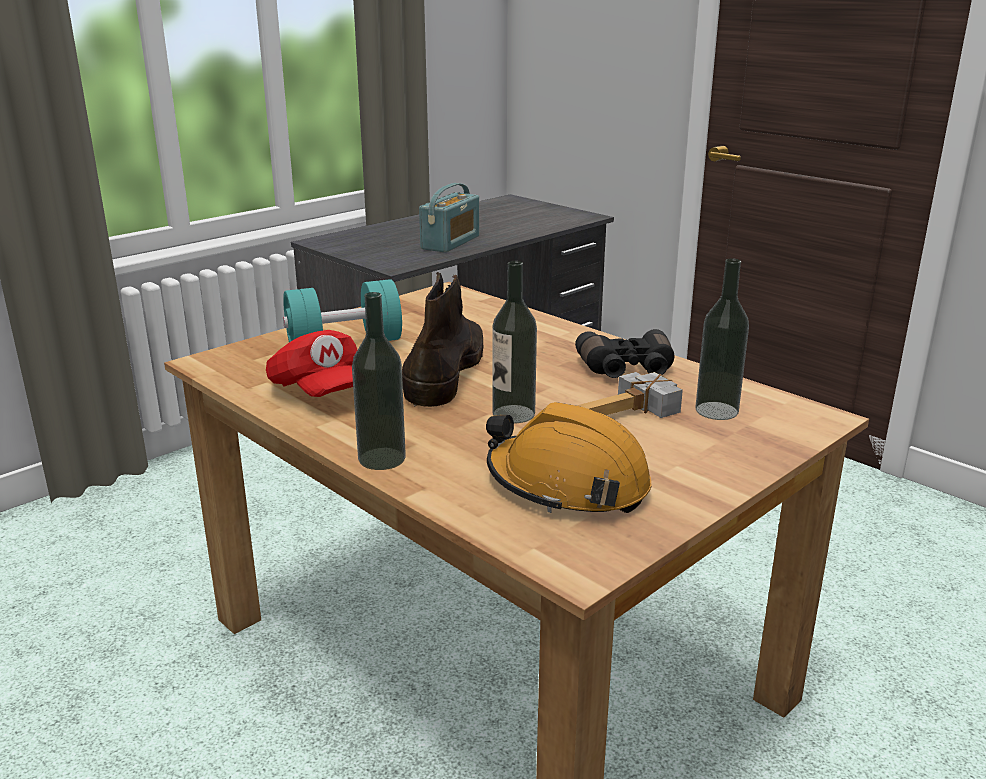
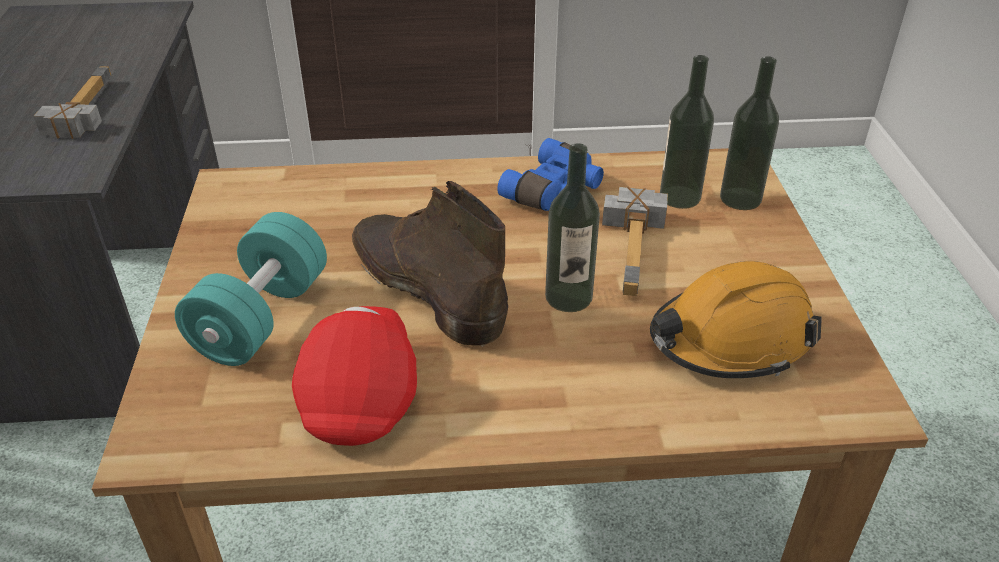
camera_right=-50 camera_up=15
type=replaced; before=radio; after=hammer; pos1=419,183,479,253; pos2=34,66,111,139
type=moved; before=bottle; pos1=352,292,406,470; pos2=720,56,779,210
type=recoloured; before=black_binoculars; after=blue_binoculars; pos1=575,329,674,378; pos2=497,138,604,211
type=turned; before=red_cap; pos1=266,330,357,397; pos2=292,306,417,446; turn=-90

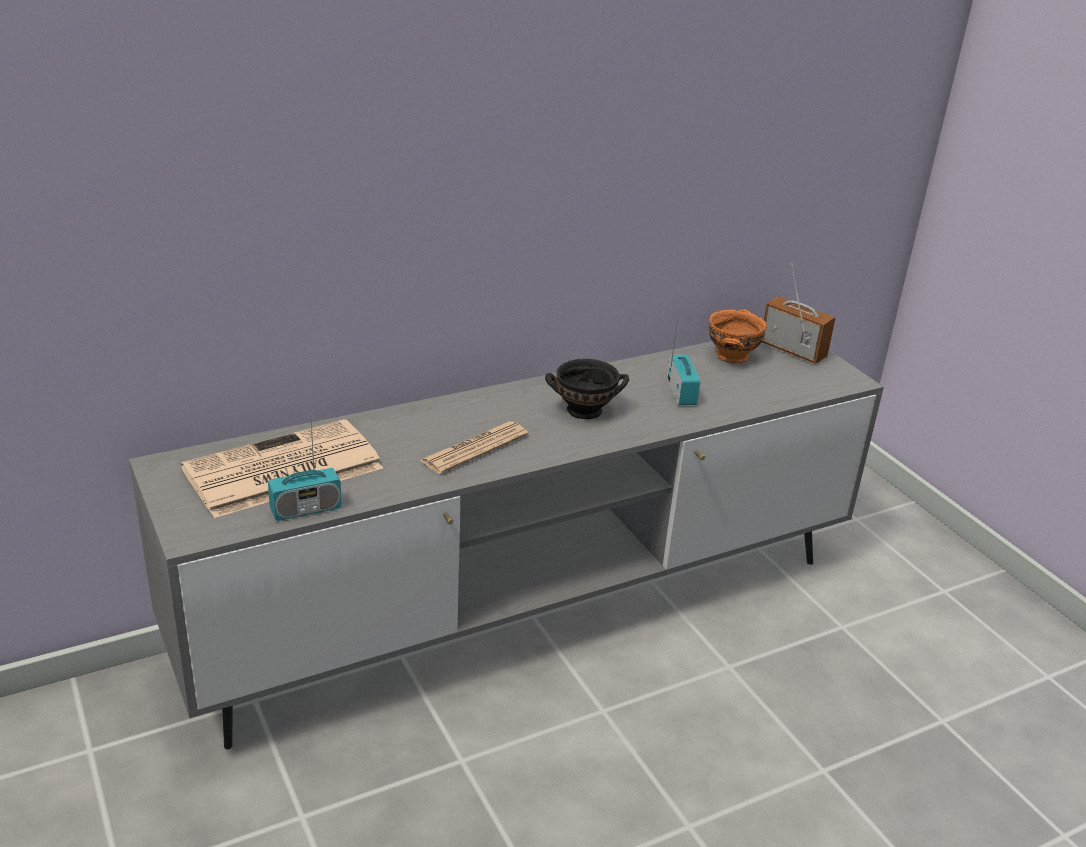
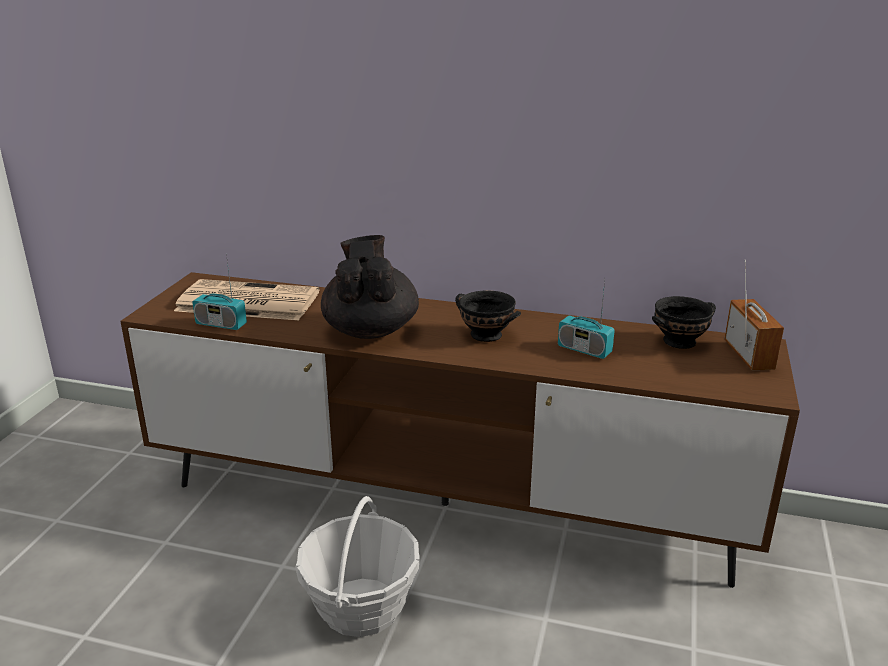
camera_right=45 camera_up=-5
type=recoloured; before=orange_bowl; after=black_bowl; pos1=709,310,767,363; pos2=652,296,716,349
type=turned; before=radio; pos1=666,317,700,405; pos2=558,281,615,359; turn=90
type=recoloured; before=grey_tv_stand; after=brown_tv_stand; pos1=129,341,884,749; pos2=120,272,800,588
type=replaced; before=newspaper; after=black_teapot; pos1=419,421,528,474; pos2=321,235,419,339
type=added; after=basket; pos2=295,496,420,637

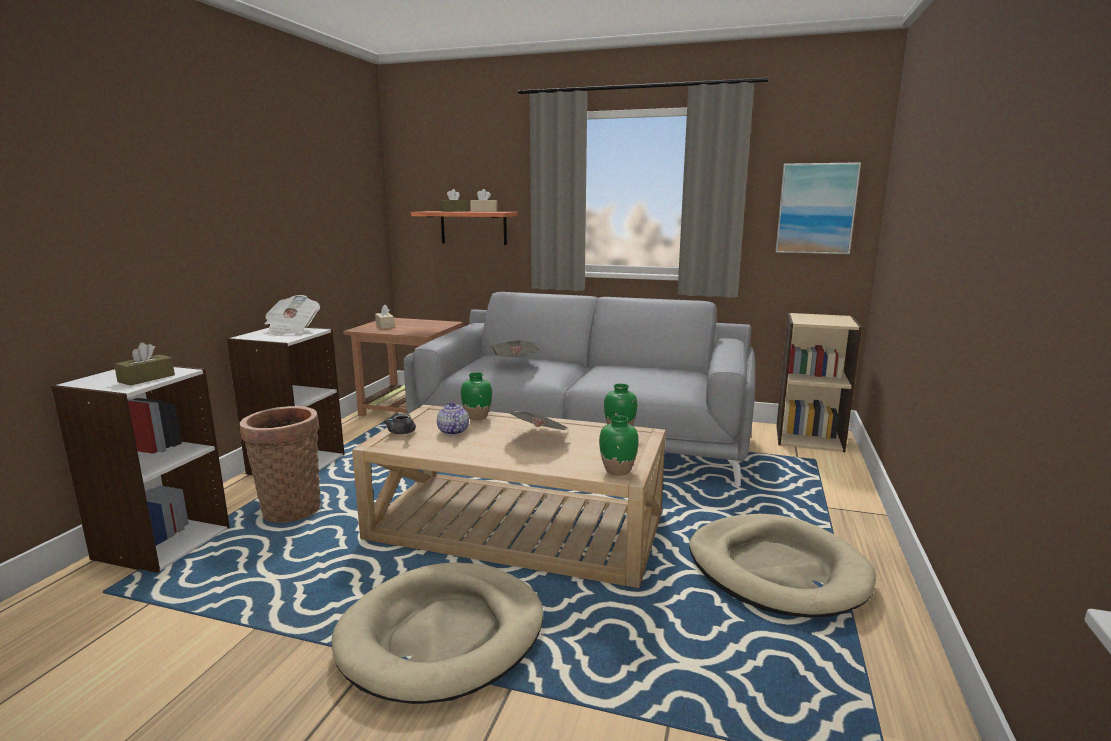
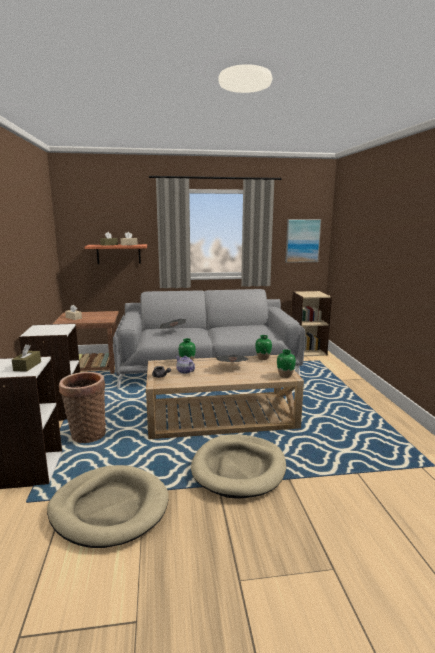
camera_right=-25 camera_up=0
type=removed; before=newspaper; pos1=264,295,320,336
type=moved; before=beige_dog_bed; pos1=689,514,876,618; pos2=47,465,169,548

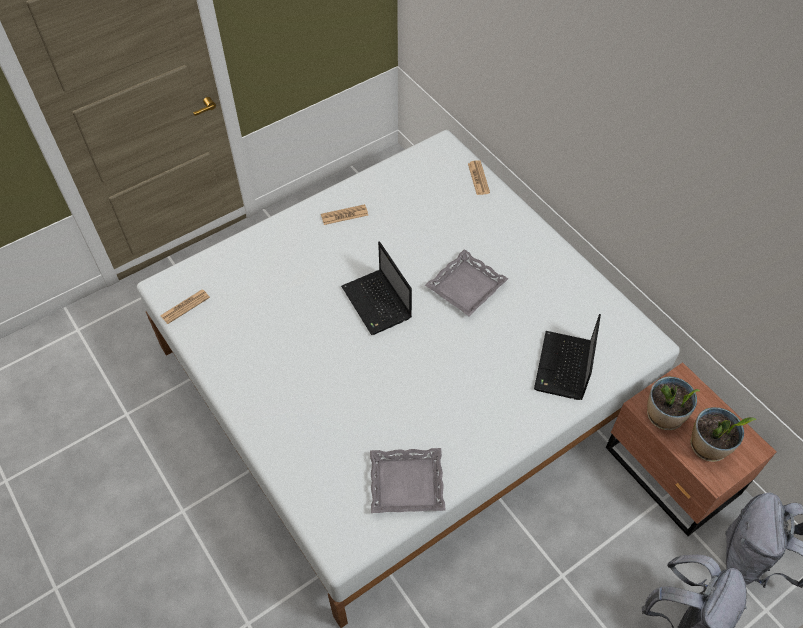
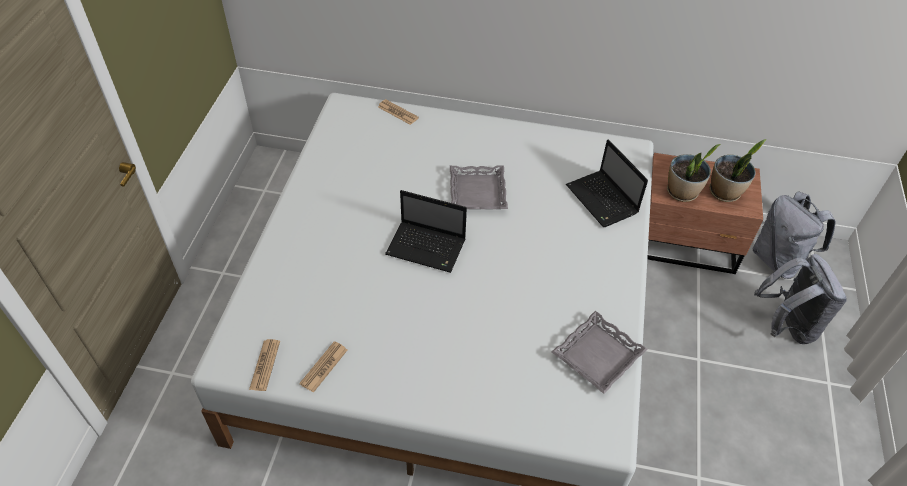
camera_right=-45 camera_up=-5
type=moved; before=newspaper; pos1=321,204,368,225; pos2=299,341,347,393

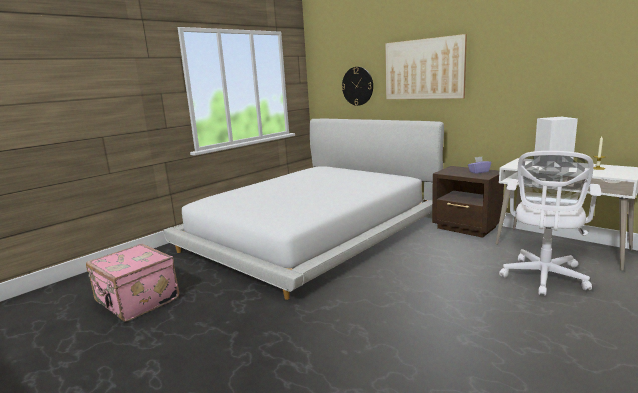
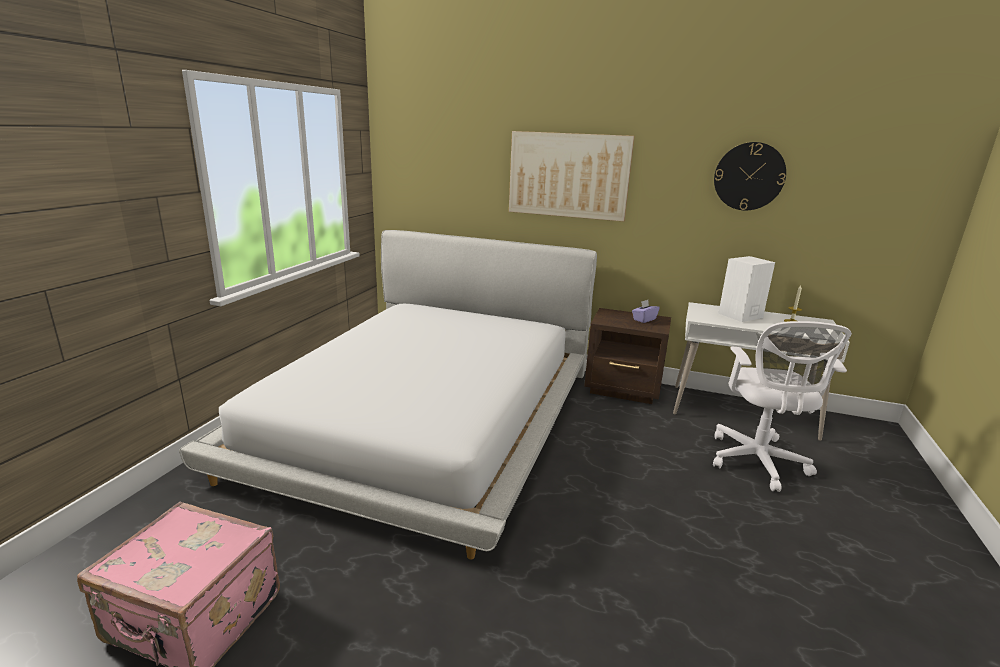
camera_right=-25 camera_up=5
type=moved; before=wall_clock; pos1=341,67,373,106; pos2=714,142,786,210

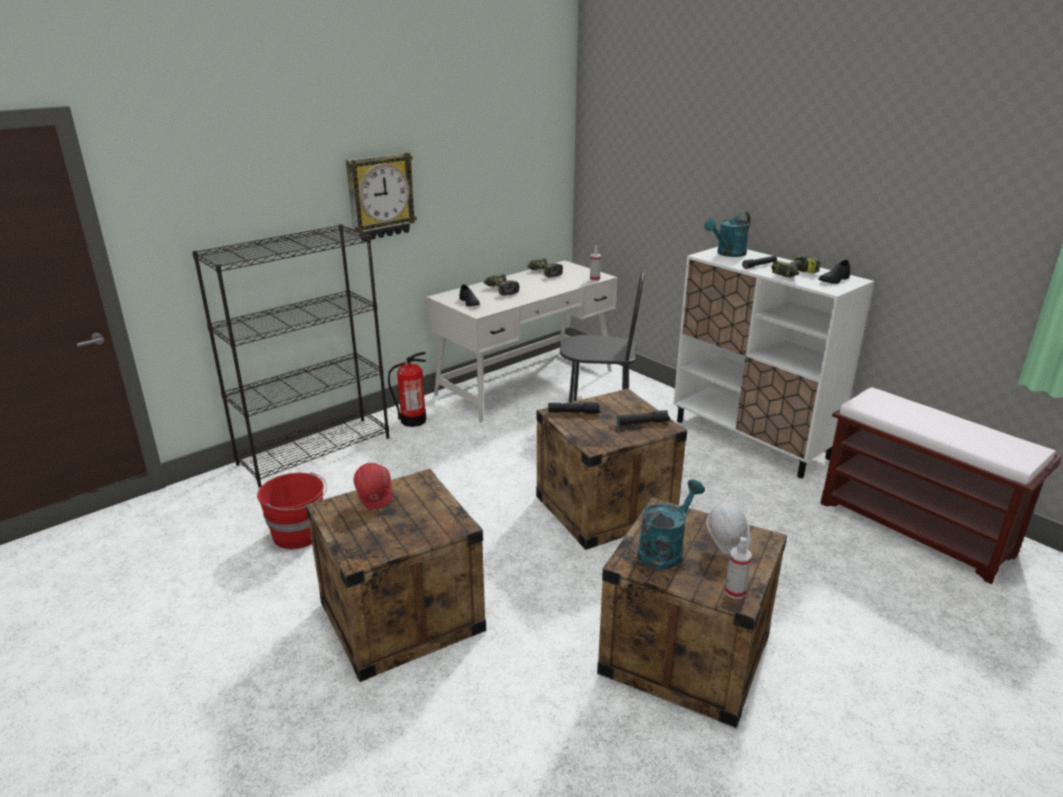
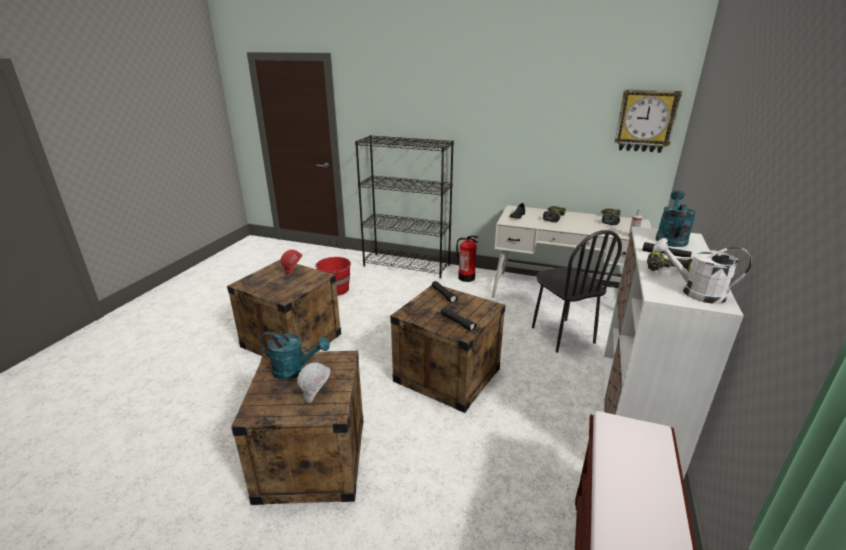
camera_right=60 camera_up=0
type=moved; before=wall_clock; pos1=346,152,417,241; pos2=615,89,682,153
type=turned; before=turquoise_watering_can; pos1=704,212,750,257; pos2=656,190,697,247; turn=90
type=replaced; before=black_shoe; after=white_watering_can; pos1=818,260,851,284; pos2=653,238,752,304
type=removed; before=spray_bottle; pos1=725,537,752,599

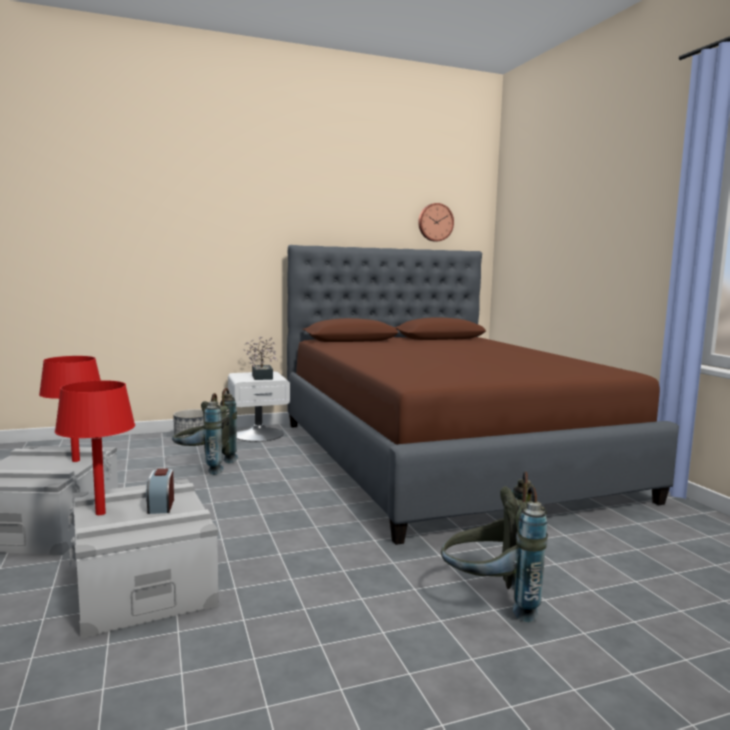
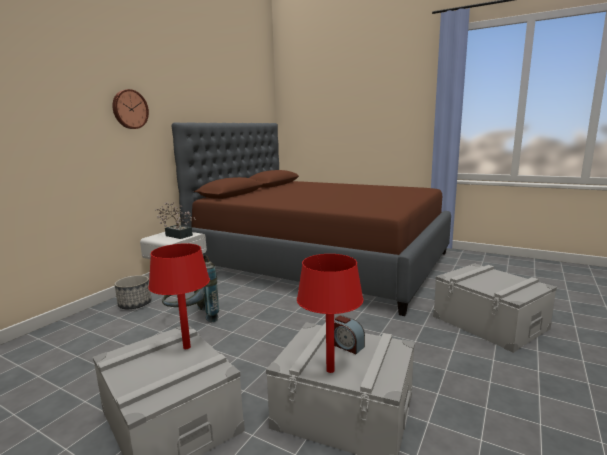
camera_right=-40 camera_up=5
type=moved; before=wall_clock; pos1=418,203,454,242; pos2=112,89,149,129
type=replaced; before=grey_backpack; after=grey_storage_box; pos1=441,471,548,622; pos2=433,263,557,353

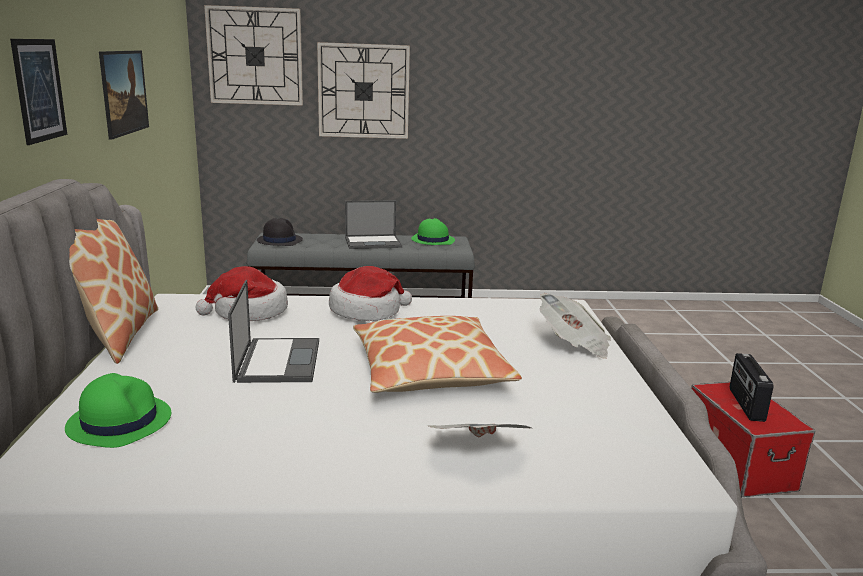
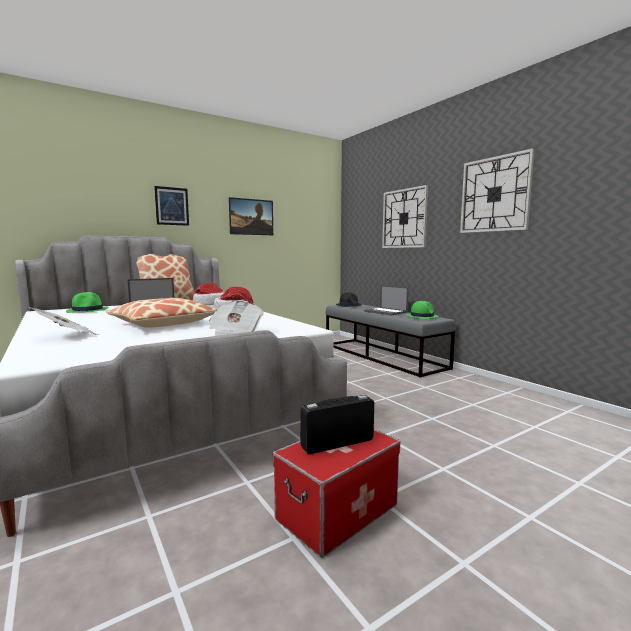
camera_right=60 camera_up=-10
type=moved; before=wall_clock; pos1=204,5,303,106; pos2=460,148,535,233

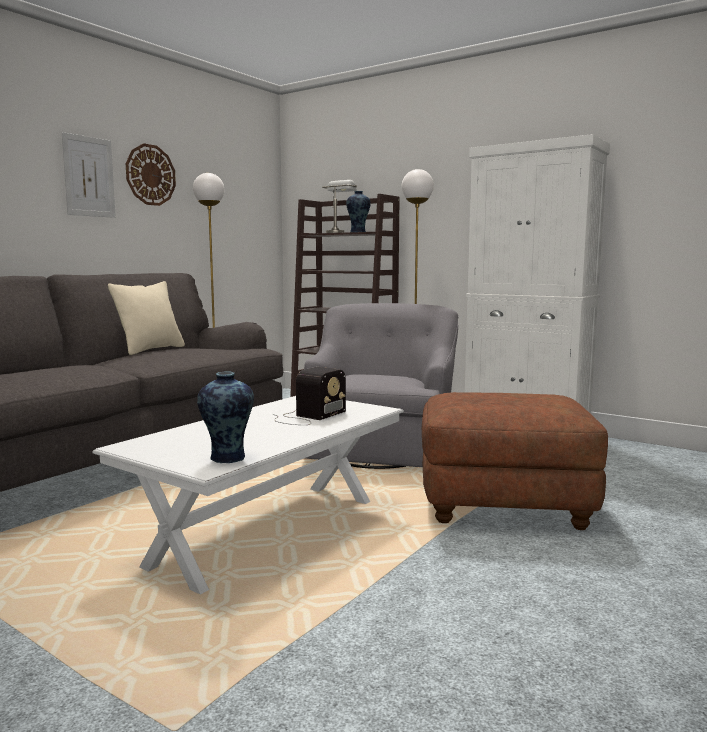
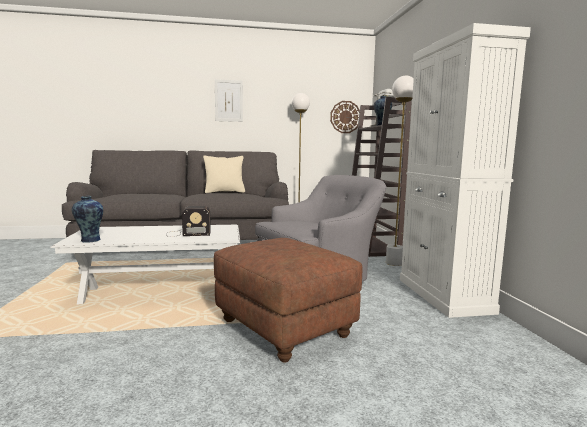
camera_right=45 camera_up=0
type=moved; before=wall_clock; pos1=126,143,176,206; pos2=330,101,360,133

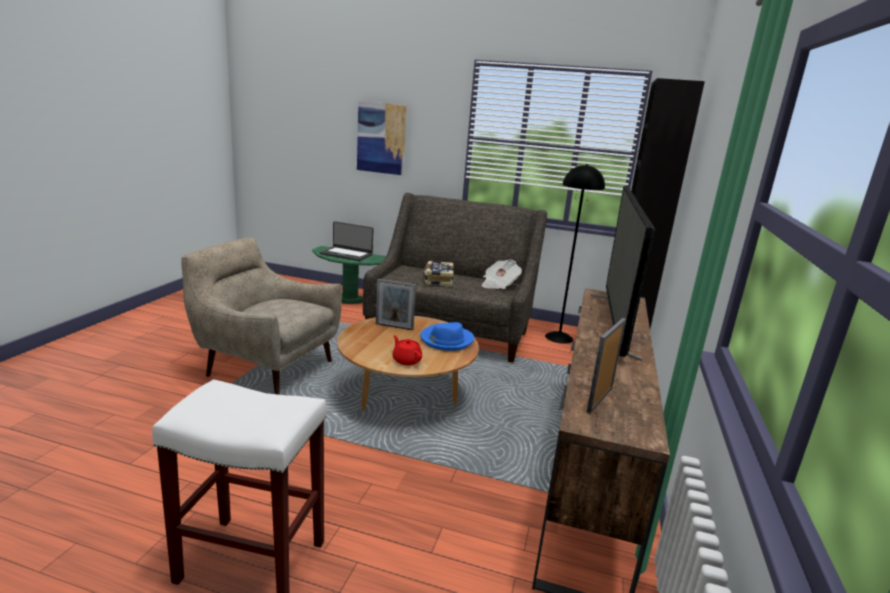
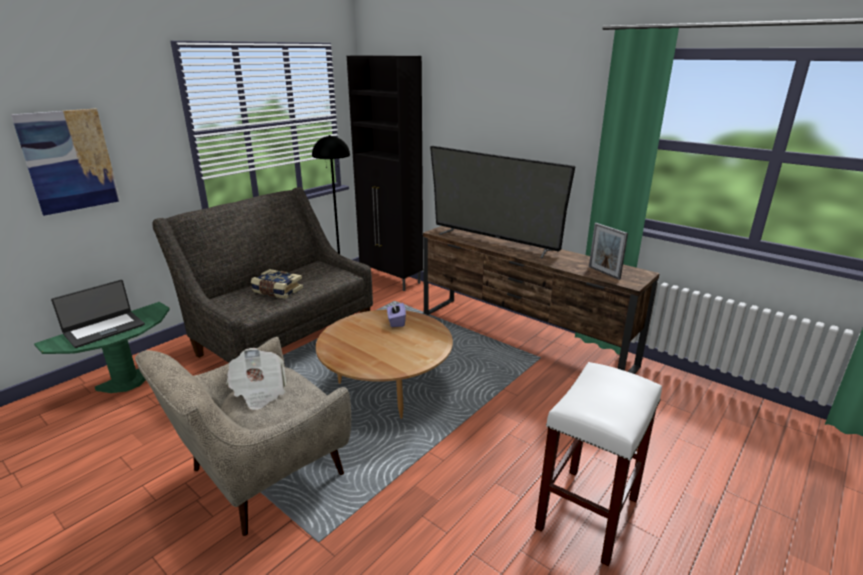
camera_right=-65 camera_up=5
type=moved; before=newspaper; pos1=482,260,522,289; pos2=226,348,286,410
type=removed; before=picture_frame; pos1=376,279,416,330
type=replaced; before=blue_hat; after=purple_tissue_box; pos1=420,322,474,351; pos2=387,301,406,327
type=removed; before=red_teapot; pos1=393,335,422,365

